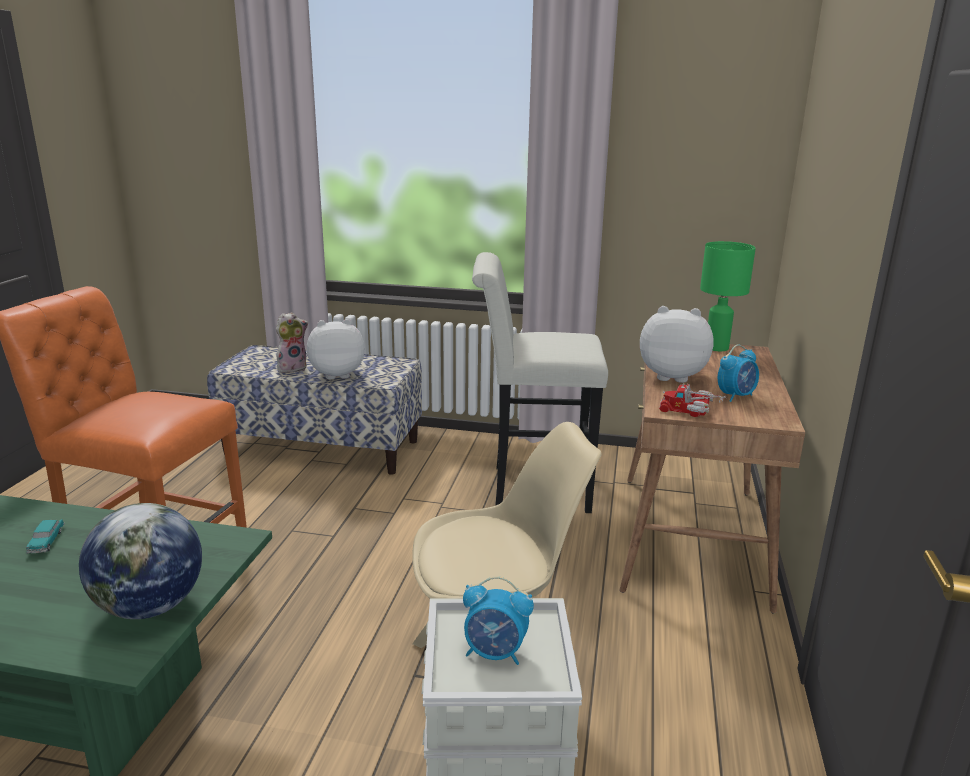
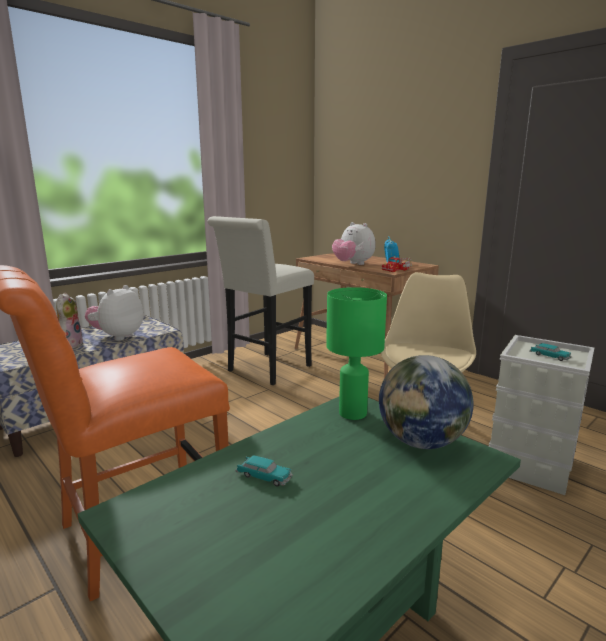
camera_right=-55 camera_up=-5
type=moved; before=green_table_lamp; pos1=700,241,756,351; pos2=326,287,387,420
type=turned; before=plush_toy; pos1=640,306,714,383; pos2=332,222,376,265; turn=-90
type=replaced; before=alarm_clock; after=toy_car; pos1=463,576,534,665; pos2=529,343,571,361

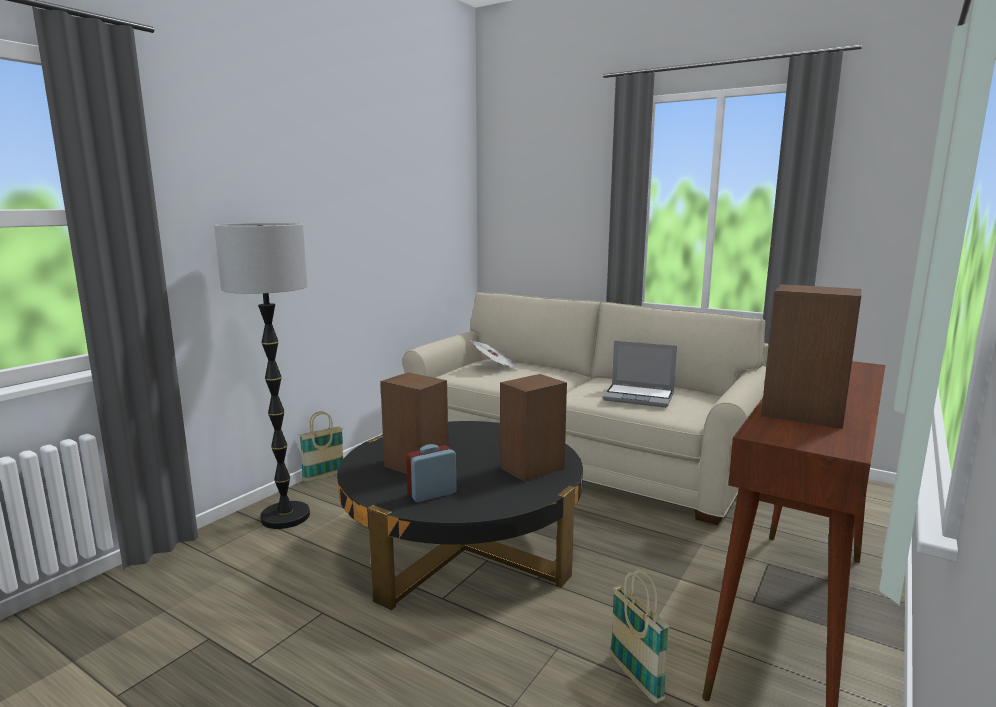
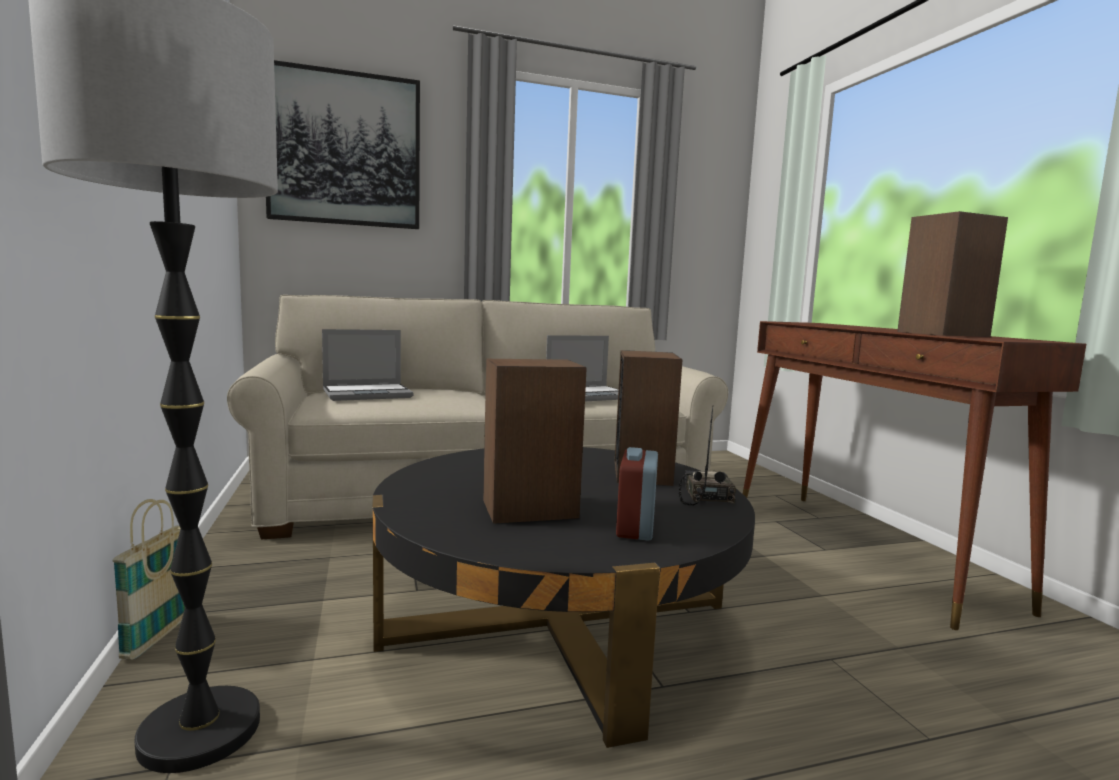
camera_right=-50 camera_up=-5
type=replaced; before=newspaper; after=laptop; pos1=470,340,519,369; pos2=322,329,414,401
type=removed; before=basket; pos1=610,570,669,703
type=added; after=picture; pos2=266,60,420,229
type=added; after=radio; pos2=678,405,736,506

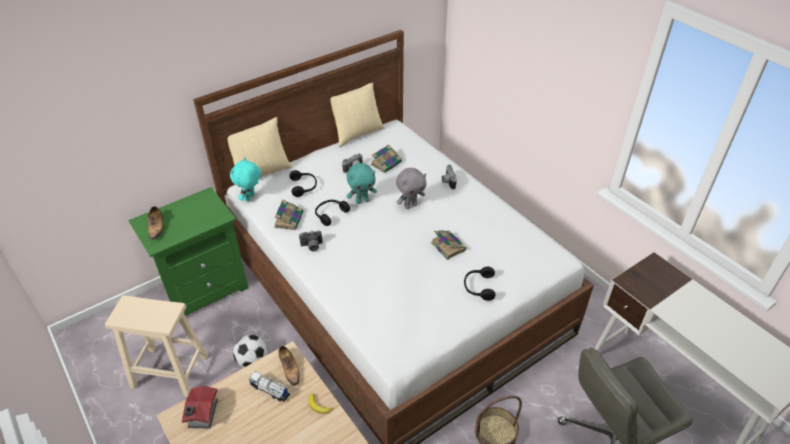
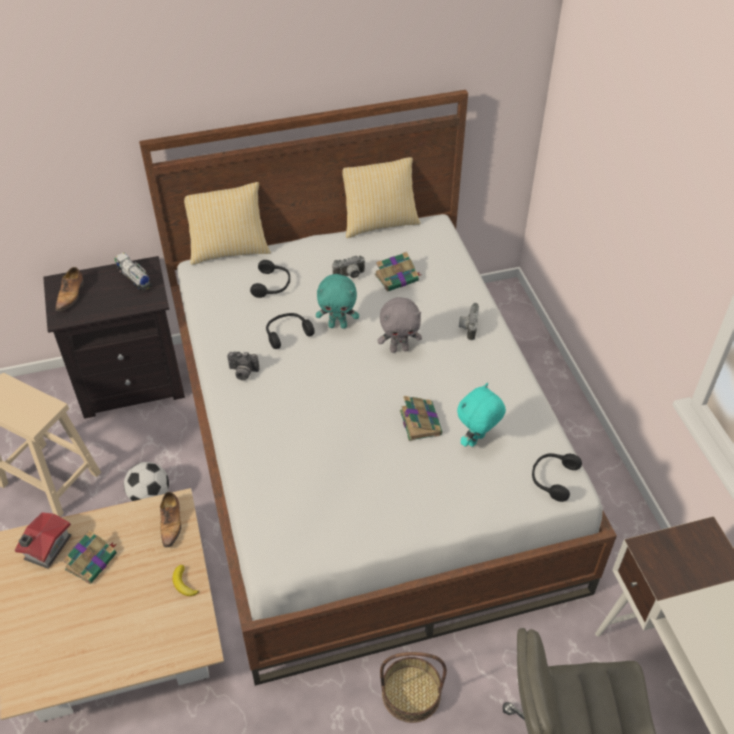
camera_right=20 camera_up=5
type=moved; before=turquoise_plush_toy; pos1=230,157,261,202; pos2=457,383,506,447
type=recoloured; before=green_nightstand; after=black_nightstand; pos1=128,187,248,316; pos2=43,256,185,419
type=moved; before=book; pos1=274,200,303,230; pos2=62,530,117,584
type=moved; before=black_headphones; pos1=464,267,496,301; pos2=532,453,582,502
type=moved; before=toy_truck; pos1=249,371,290,402; pos2=114,252,152,291

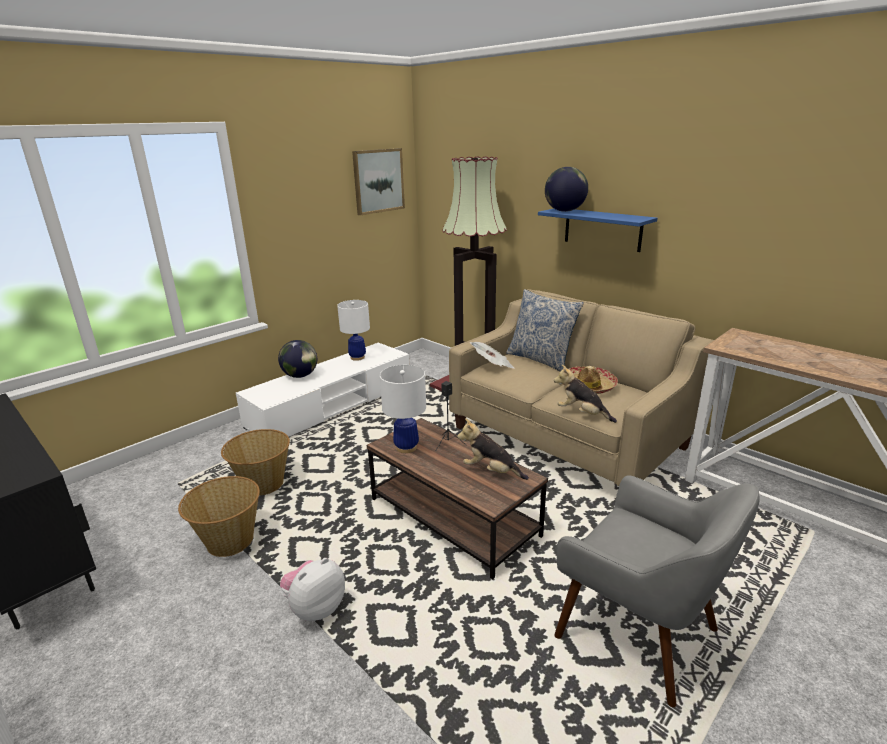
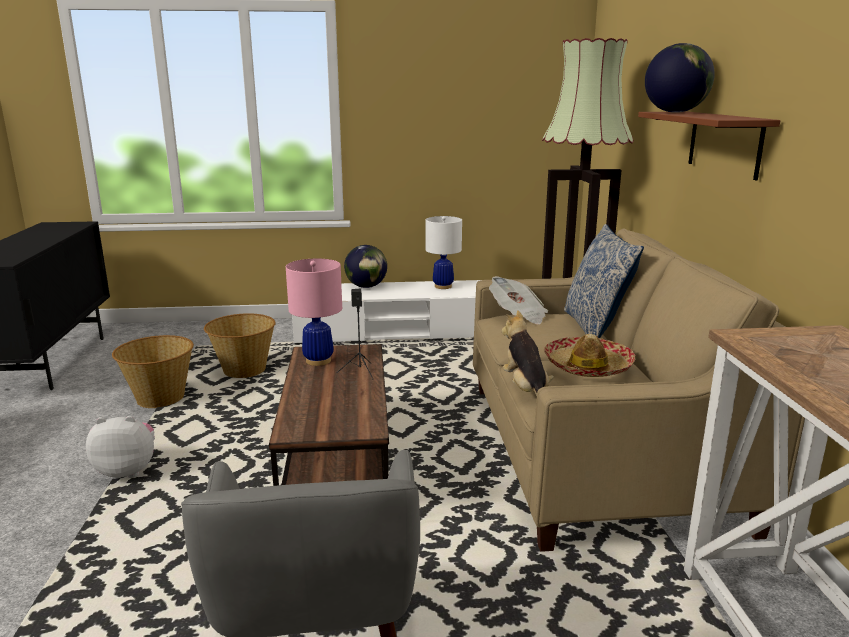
camera_right=40 camera_up=-5
type=removed; before=picture; pos1=352,148,405,215
type=recoloured; before=blue_shelf; after=brown_shelf; pos1=538,209,657,252; pos2=638,112,780,180
type=recoloured; before=white_table_lamp; after=pink_table_lamp; pos1=380,365,426,453; pos2=286,259,342,366
type=removed; before=plush_toy; pos1=457,418,529,480

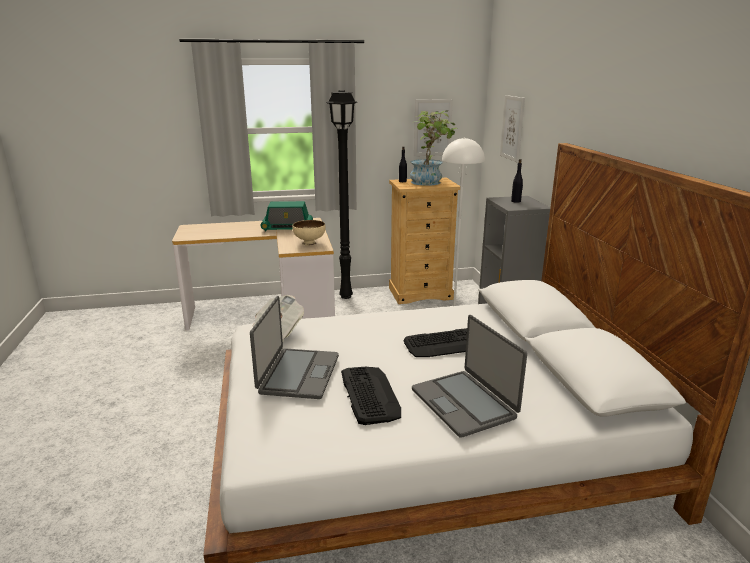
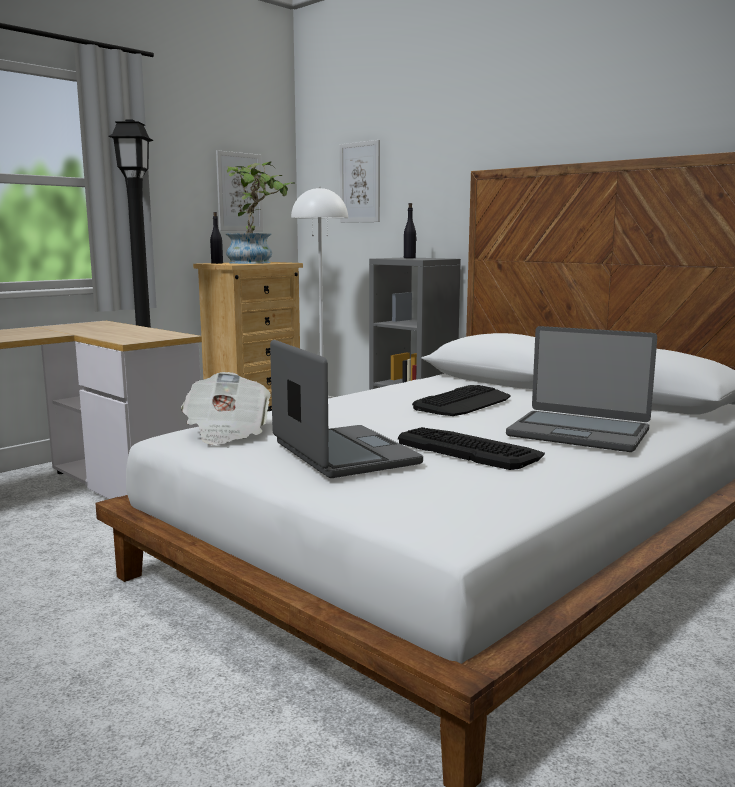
camera_right=-35 camera_up=-10
type=removed; before=radio; pos1=261,201,313,231
type=removed; before=beige_bowl; pos1=292,220,325,246

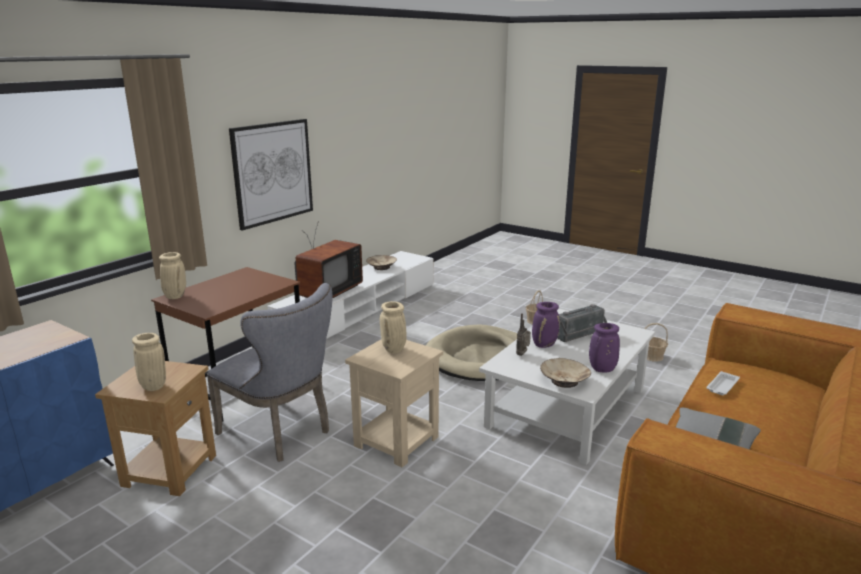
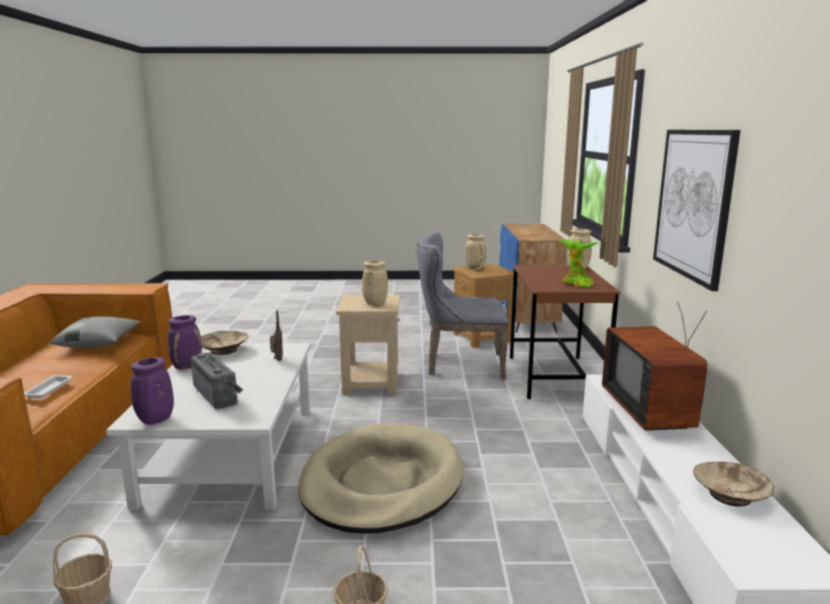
camera_right=145 camera_up=-5
type=moved; before=purple_vase; pos1=532,302,560,348; pos2=131,357,174,425
type=turned; before=radio; pos1=557,304,608,342; pos2=191,352,243,409; turn=120
type=added; after=potted_plant; pos2=557,239,598,287

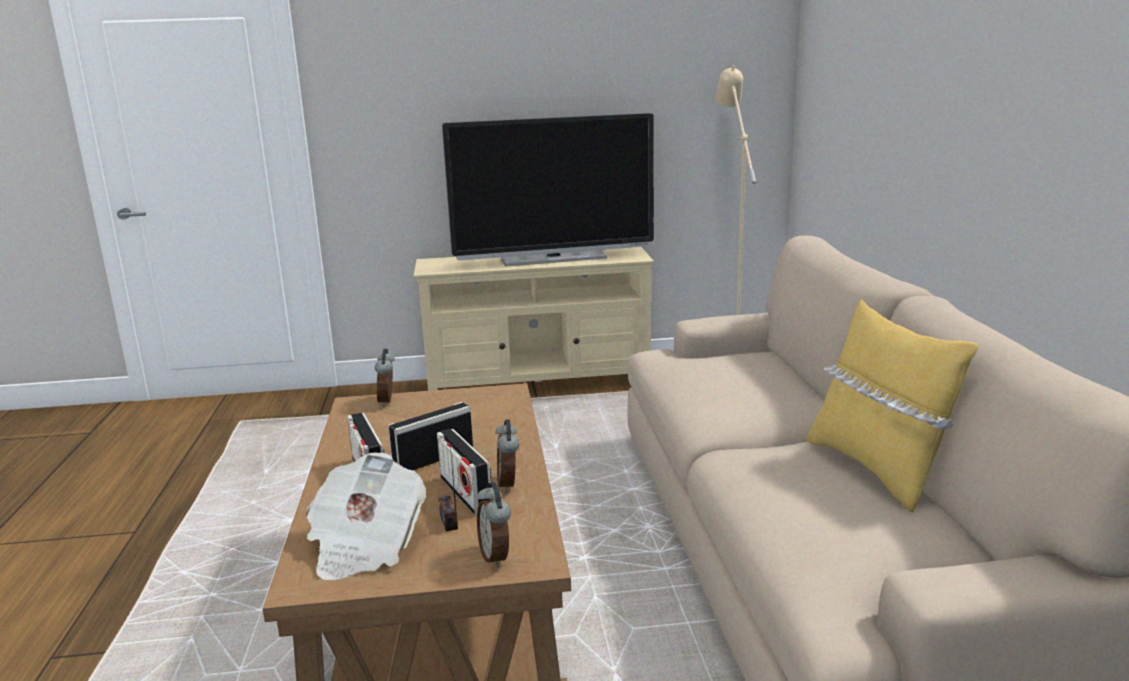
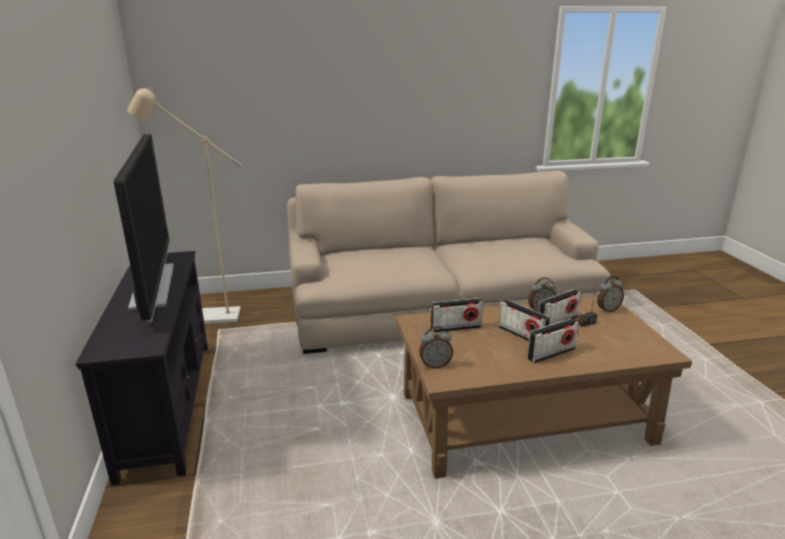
camera_right=-95 camera_up=5
type=recoloured; before=beige_tv_stand; after=black_tv_stand; pos1=413,247,654,391; pos2=75,251,208,485
type=removed; before=yellow_pillow; pos1=806,300,978,512
type=removed; before=newspaper; pos1=306,453,426,580
type=added; after=radio; pos2=431,298,483,333

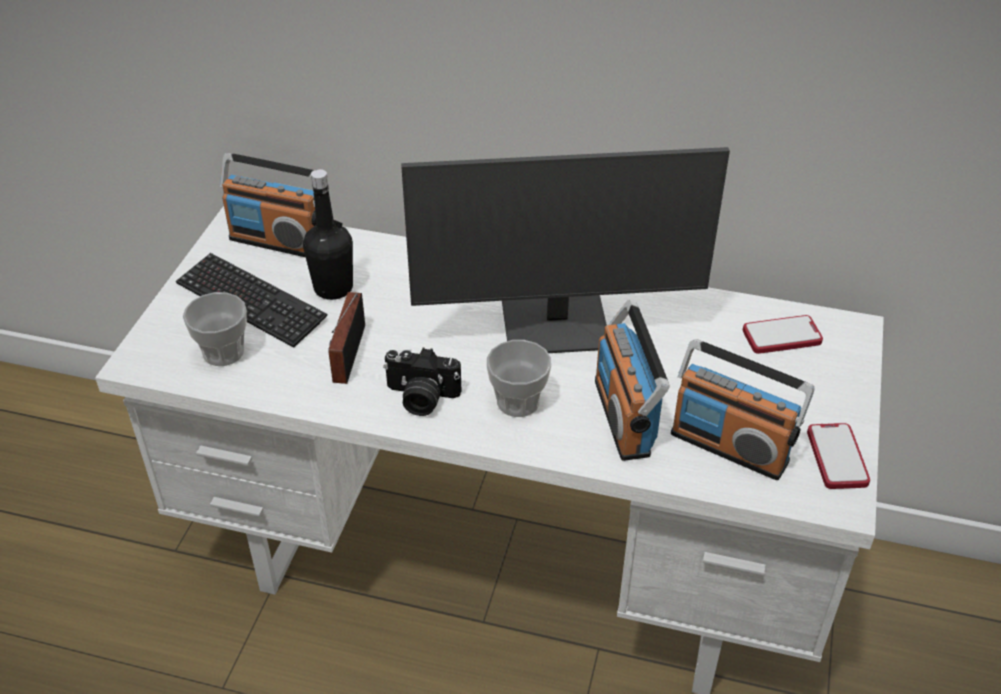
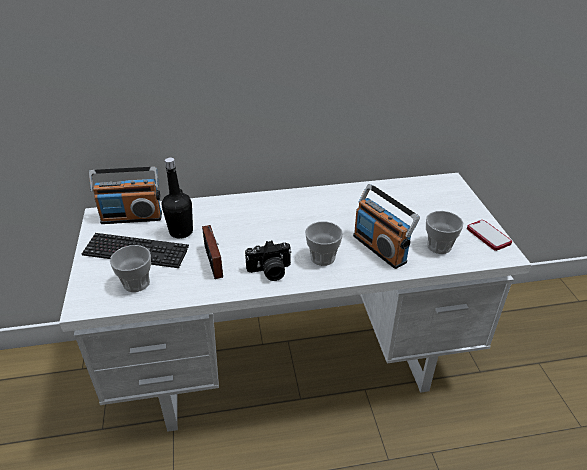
camera_right=-25 camera_up=-5
type=removed; before=monitor; pos1=401,147,730,353
type=removed; before=phone; pos1=743,315,823,354
type=replaced; before=radio; after=cup; pos1=671,339,814,480; pos2=426,211,463,254

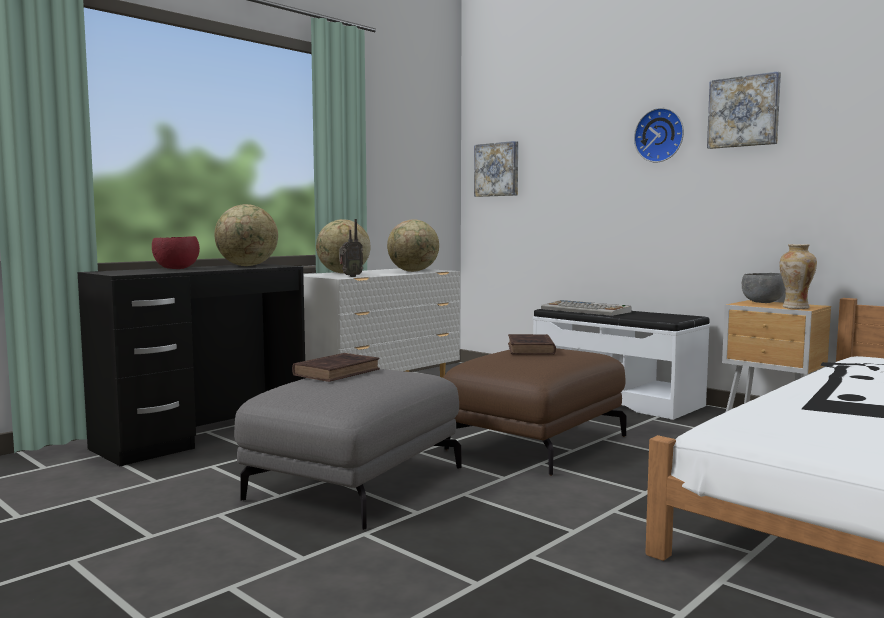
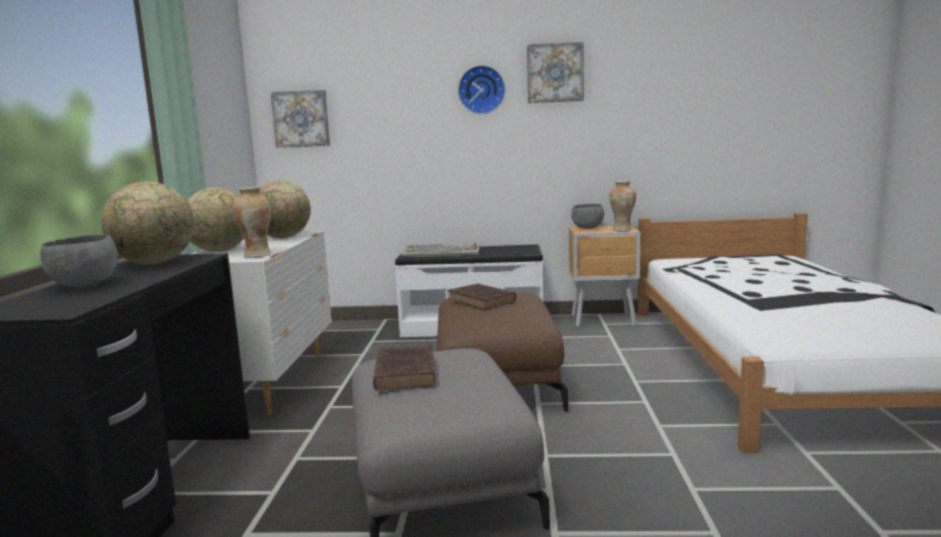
camera_right=-40 camera_up=5
type=replaced; before=radio; after=vase; pos1=339,219,363,277; pos2=233,187,271,258
type=recoloured; before=red_bowl; after=grey_bowl; pos1=152,236,200,269; pos2=40,234,118,287

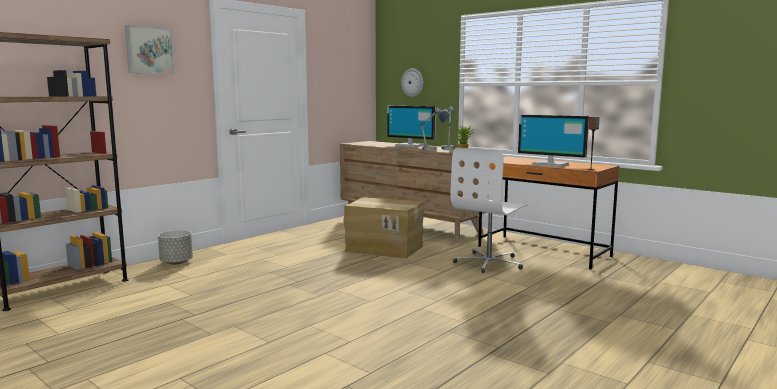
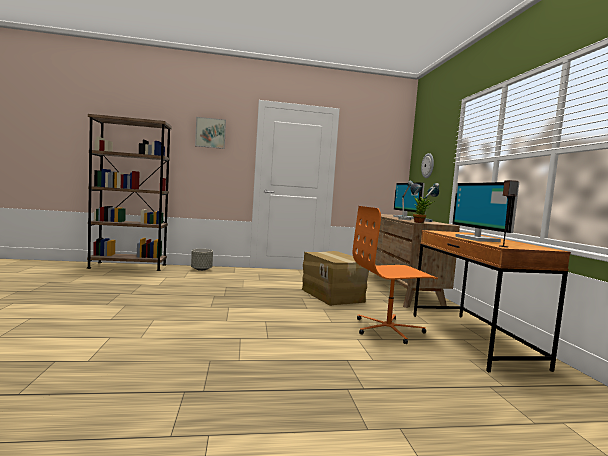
camera_right=40 camera_up=-5
type=recoloured; before=white_office_chair; after=orange_office_chair; pos1=450,147,528,273; pos2=353,206,438,344

